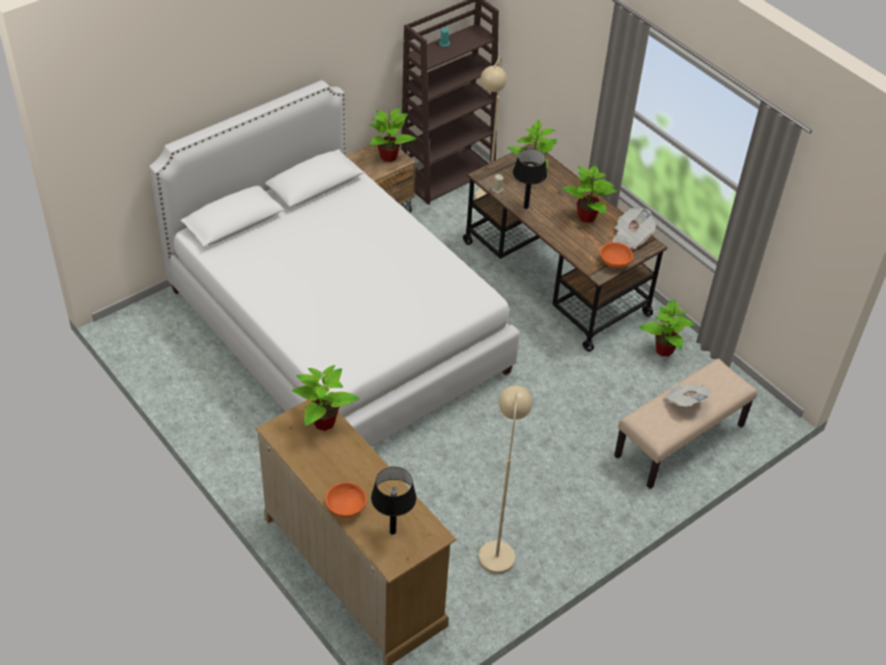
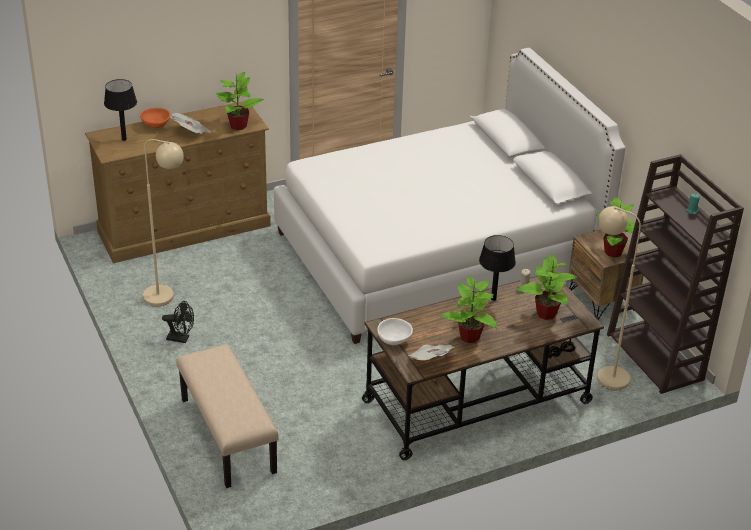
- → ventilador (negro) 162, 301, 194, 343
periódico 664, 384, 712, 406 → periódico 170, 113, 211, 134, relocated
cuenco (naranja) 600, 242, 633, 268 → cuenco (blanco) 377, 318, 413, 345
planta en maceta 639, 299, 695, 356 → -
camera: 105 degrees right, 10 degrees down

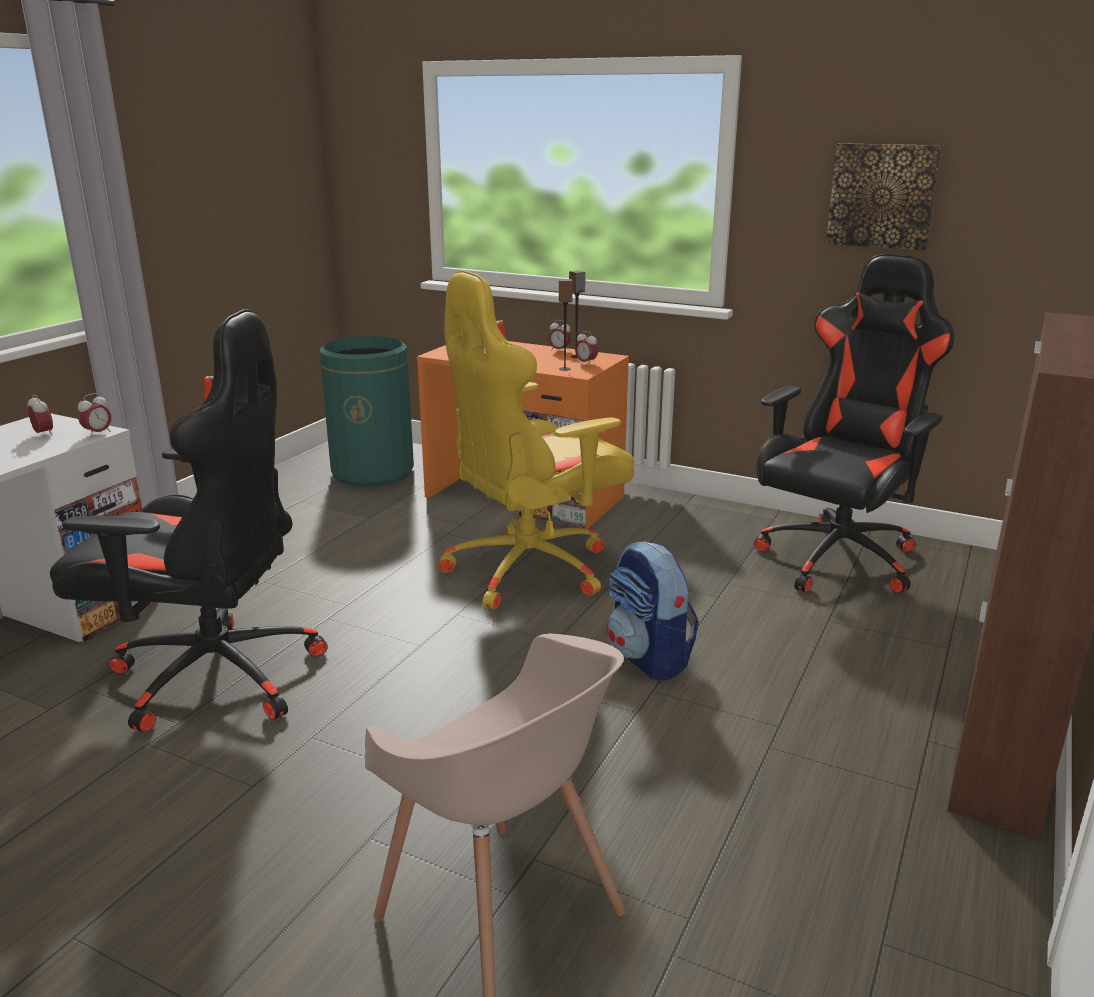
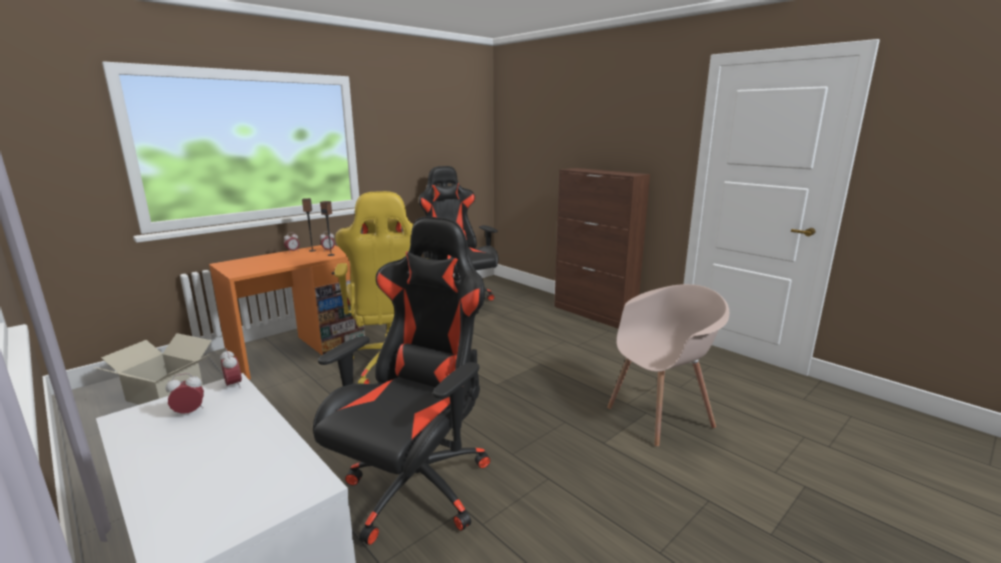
papelera (verde) 319, 336, 414, 487 → caja de cartón 94, 333, 212, 405
mochila 607, 541, 699, 681 → -
cuadro 826, 143, 942, 250 → -
camera: 70 degrees left, 5 degrees down

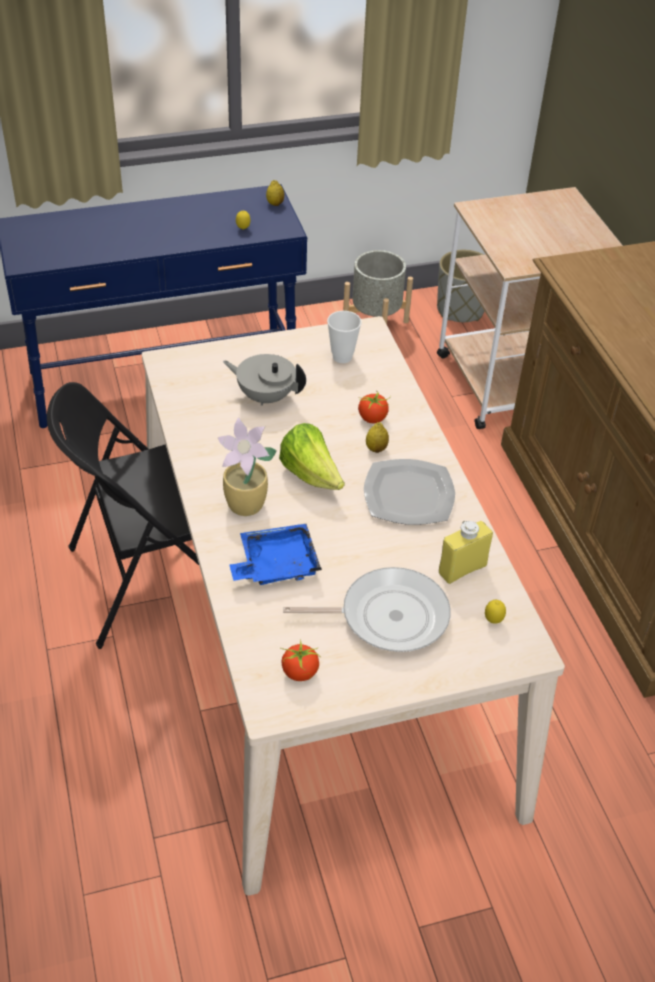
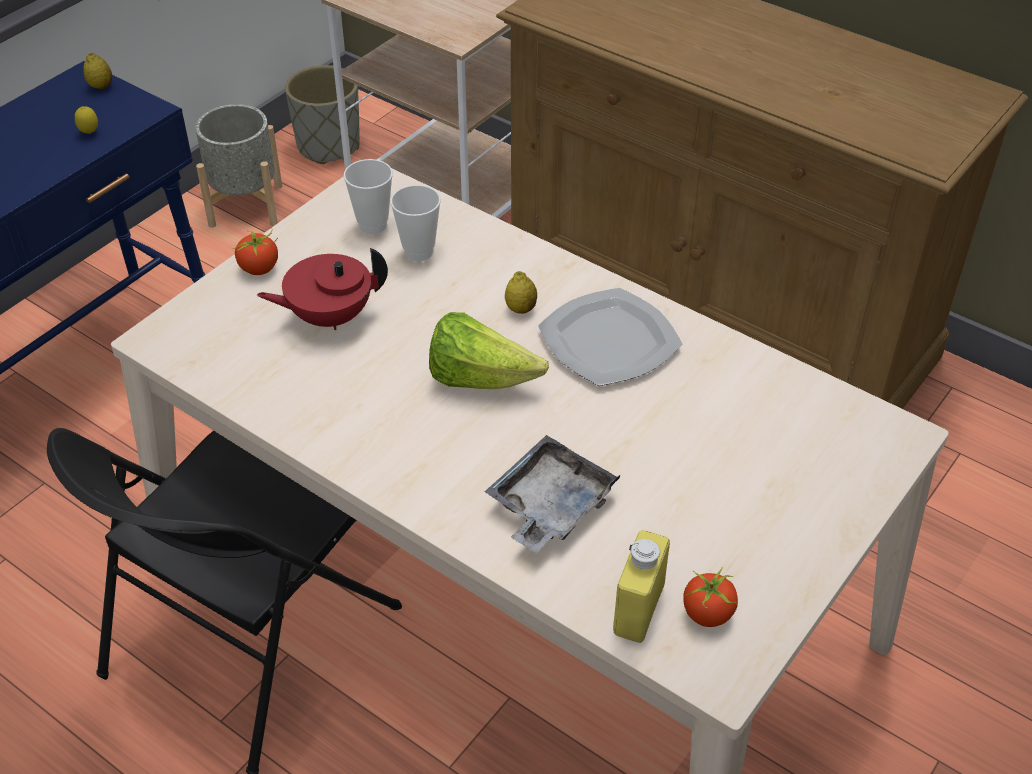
tomate 358, 390, 391, 424 → tomate 232, 228, 278, 275, relocated
tetera (gris) 223, 354, 306, 406 → tetera (rojo) 257, 248, 388, 330
- → taza 390, 185, 441, 261
bandeja (azul) 229, 524, 322, 585 → bandeja (gris) 485, 435, 621, 553
botella (amarillo) 439, 521, 493, 584 → botella (amarillo) 613, 530, 670, 643, relocated
planta en maceta 218, 417, 277, 516 → -
sartén 283, 567, 451, 652 → -
limón 485, 600, 506, 624 → -
camera: 35 degrees left, 0 degrees up

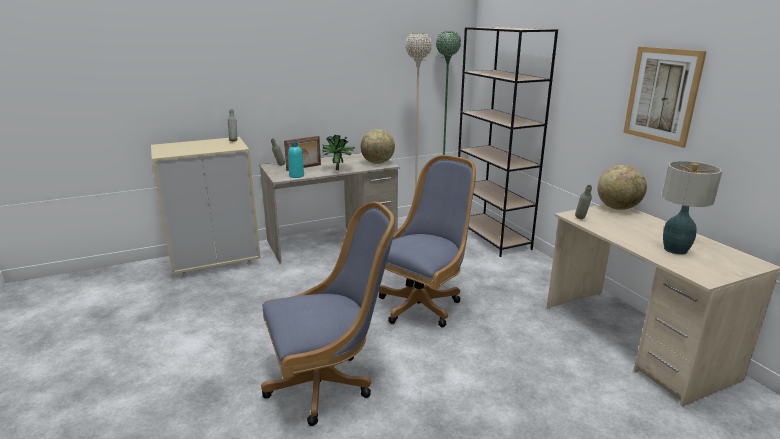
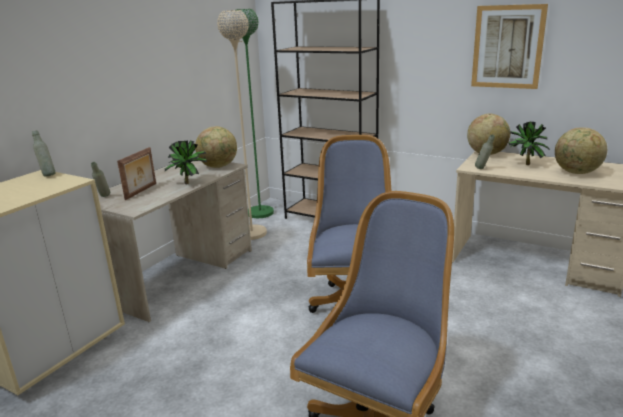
- → planta en maceta 509, 122, 550, 165
lámpara de mesa 662, 161, 722, 255 → globo terráqueo 555, 127, 607, 174
botella (turquesa) 288, 141, 304, 178 → -
camera: 35 degrees left, 0 degrees up

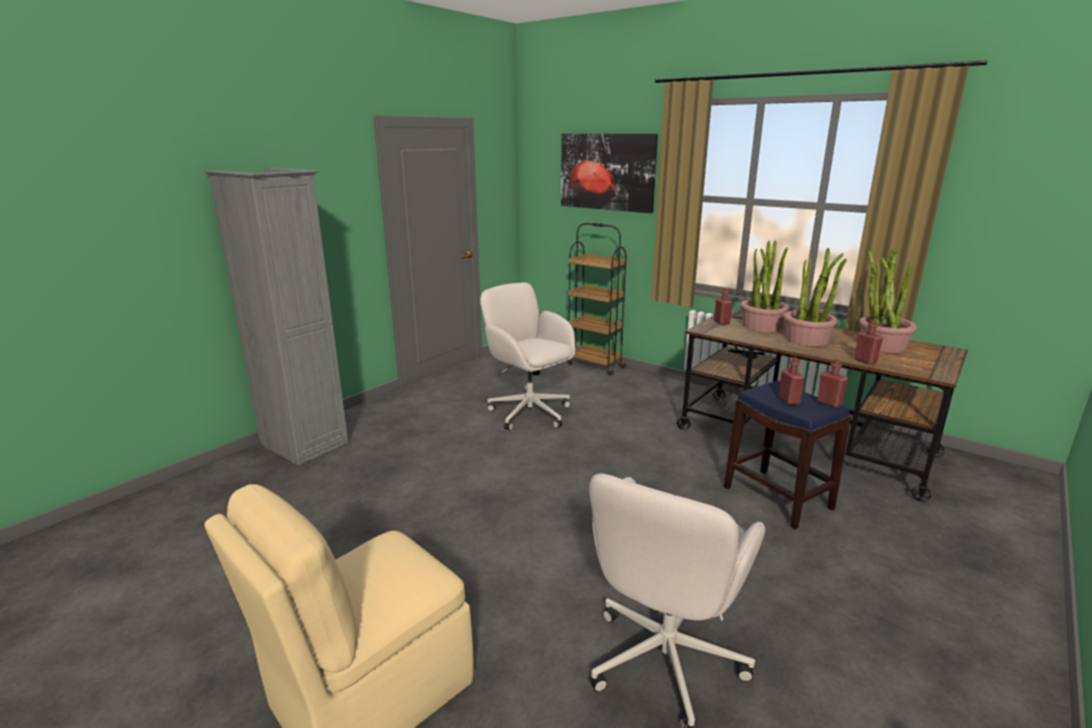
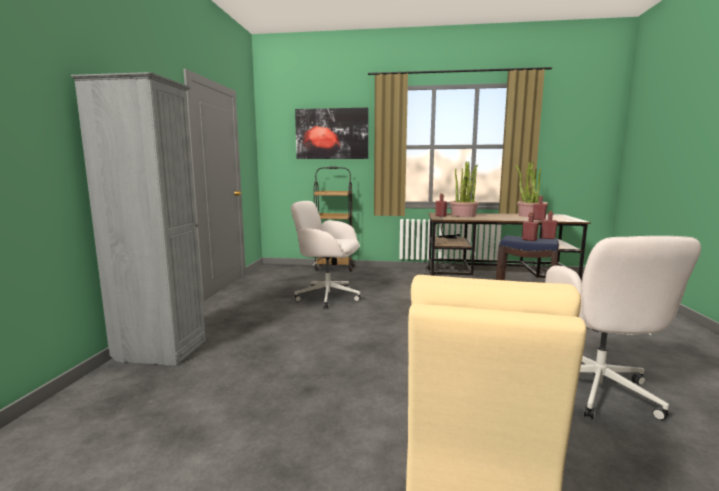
planta en maceta 784, 248, 847, 346 → -
camera: 30 degrees left, 10 degrees down

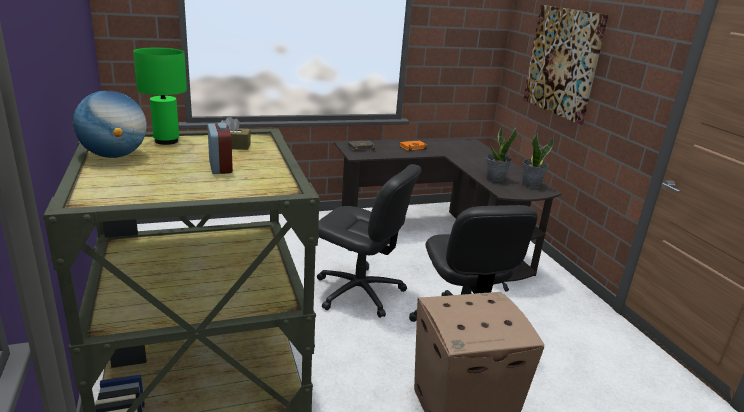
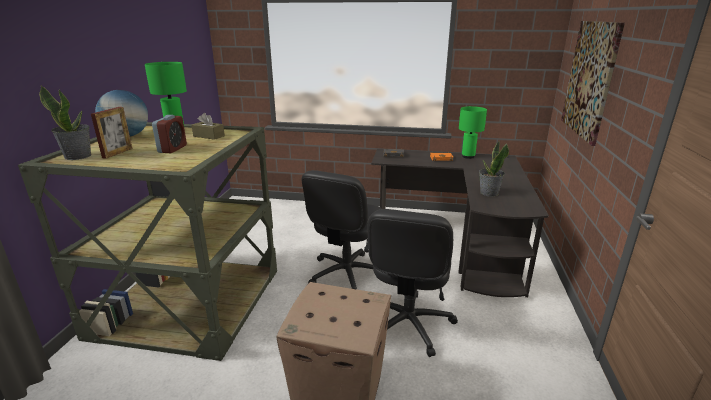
planta en maceta 522, 133, 555, 188 → planta en maceta 39, 86, 91, 160, relocated
- → portarretratos 91, 107, 133, 159
silla de oficina (negro) 317, 164, 422, 318 → silla de oficina (negro) 302, 170, 381, 289, 60 degrees clockwise
- → lámpara de mesa (verde) 459, 106, 487, 159
camera: 30 degrees right, 0 degrees up

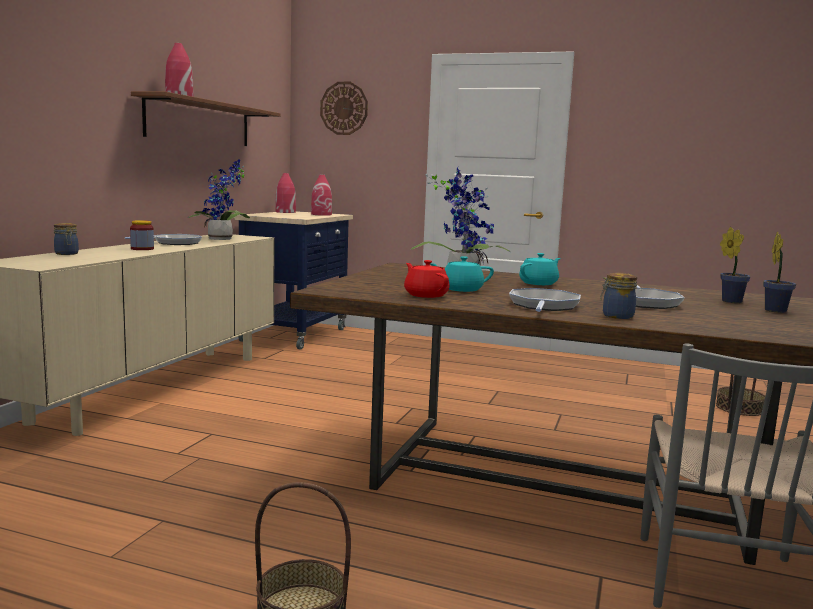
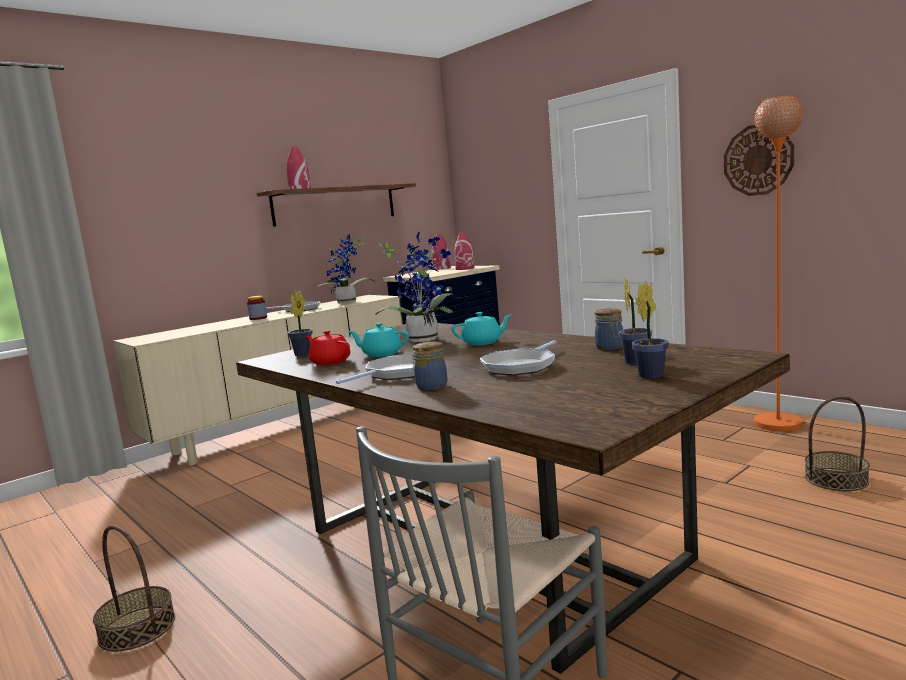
- → planta en maceta 288, 291, 312, 356
tetera (rojo) 404, 260, 450, 298 → tetera (rojo) 306, 330, 350, 365, 45 degrees counterclockwise
tarro 54, 223, 79, 255 → tarro 595, 308, 623, 350, relocated
reloj de pared 320, 82, 368, 135 → reloj de pared 724, 125, 794, 196, relocated
- → lámpara de pie (naranja) 754, 95, 803, 431
camera: 30 degrees right, 0 degrees up

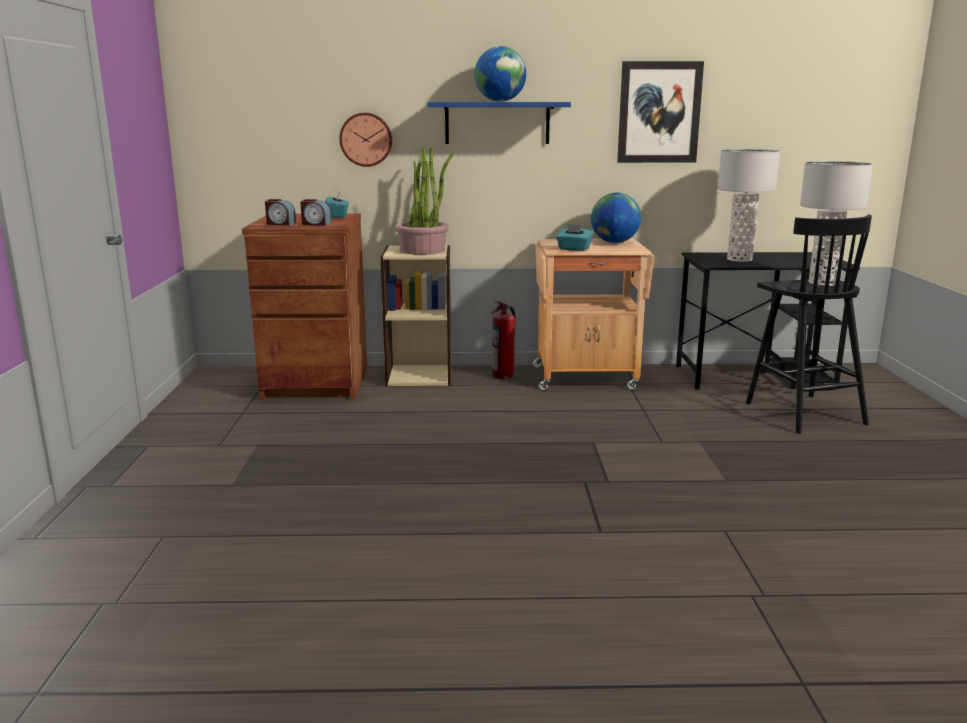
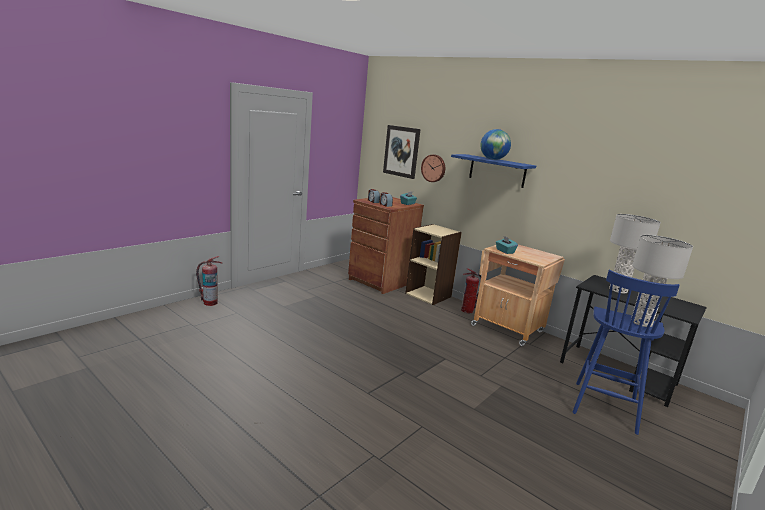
- → extintor 196, 256, 222, 306
cuadro 617, 61, 704, 163 → cuadro 383, 125, 421, 179, relocated
taburete (negro) 746, 214, 872, 434 → taburete (azul) 572, 269, 679, 435
planta en maceta 395, 147, 454, 254 → -
globo terráqueo 591, 193, 641, 243 → -
camera: 40 degrees right, 0 degrees up

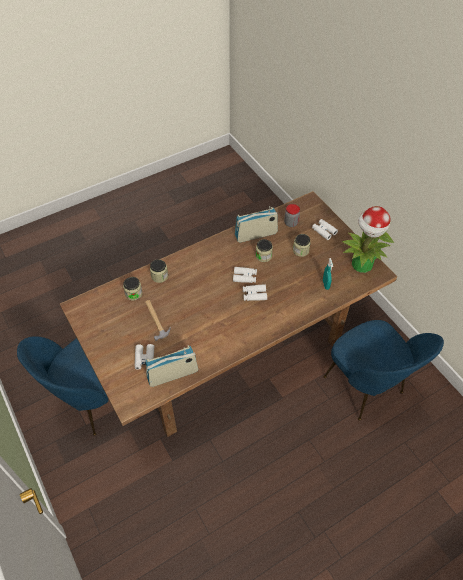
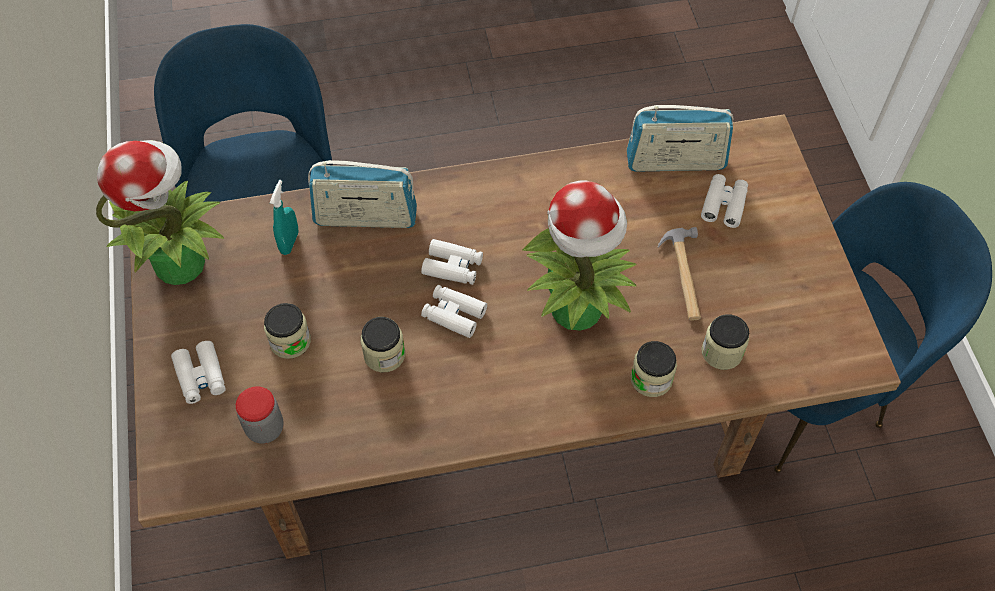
radio 235, 206, 278, 243 → radio 308, 160, 417, 228, relocated
- → planta en maceta 523, 180, 637, 331
camera: 160 degrees left, 5 degrees up

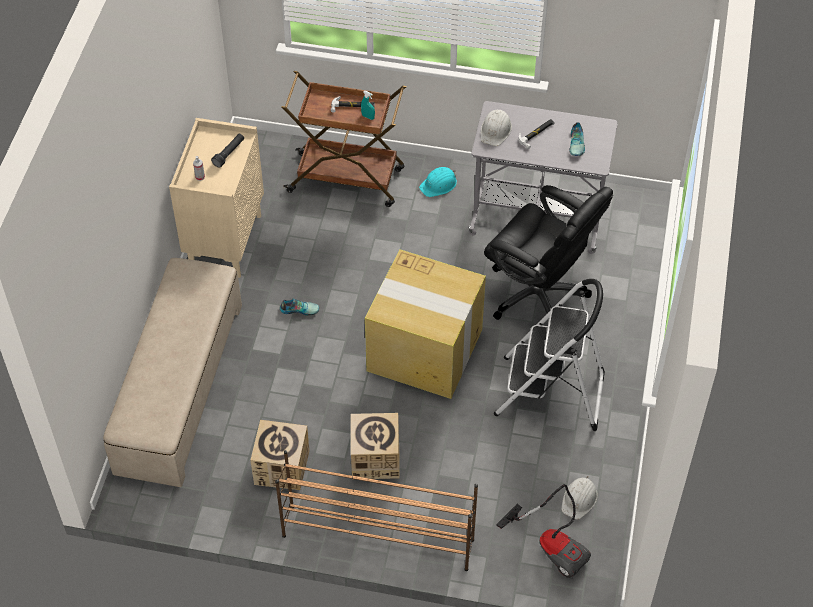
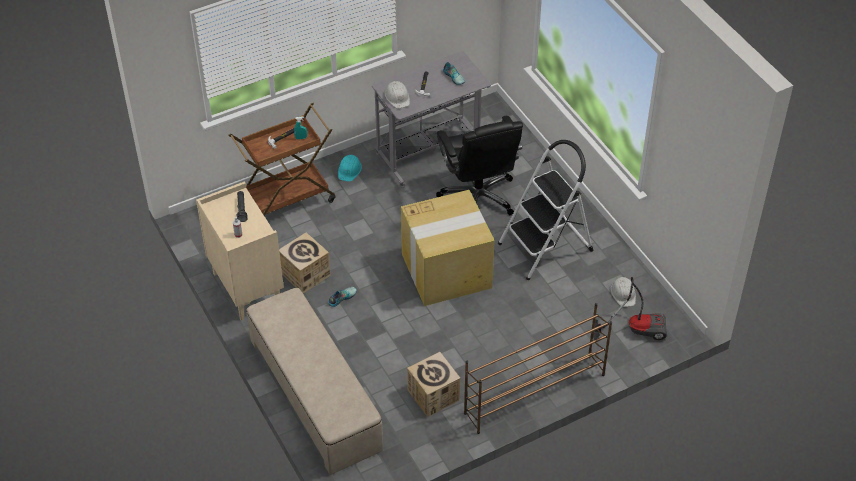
caja de cartón 351, 413, 400, 479 → caja de cartón 279, 233, 331, 294, relocated
silla de oficina (negro) 484, 185, 613, 320 → silla de oficina (negro) 436, 116, 523, 215, 75 degrees clockwise
camera: 40 degrees left, 5 degrees down

